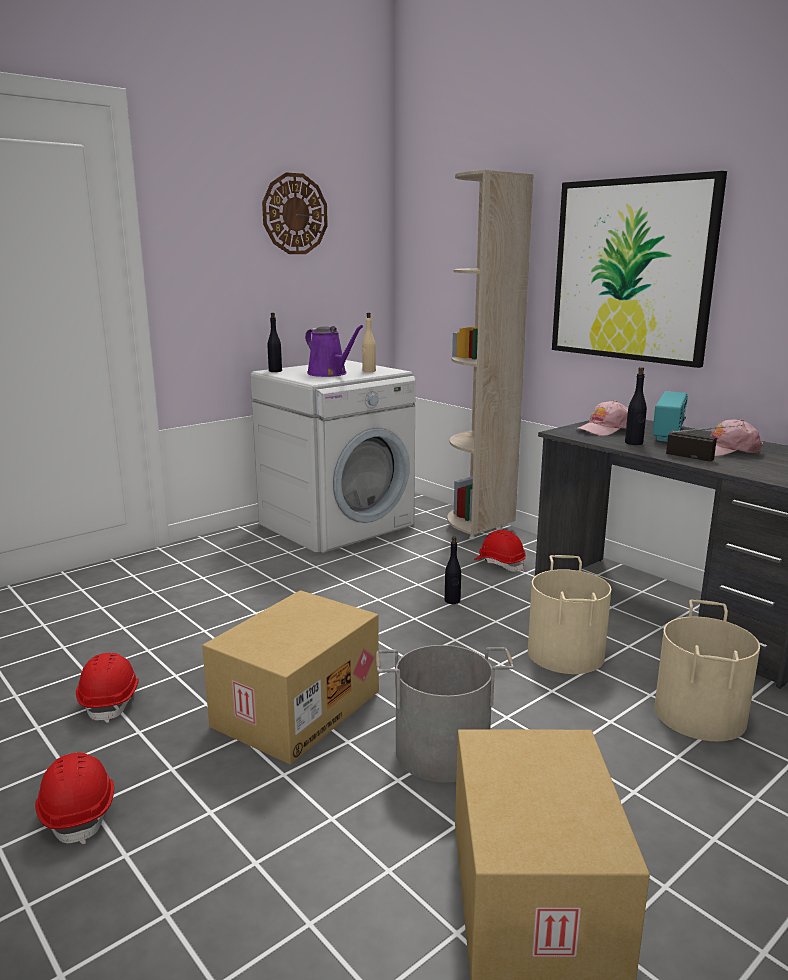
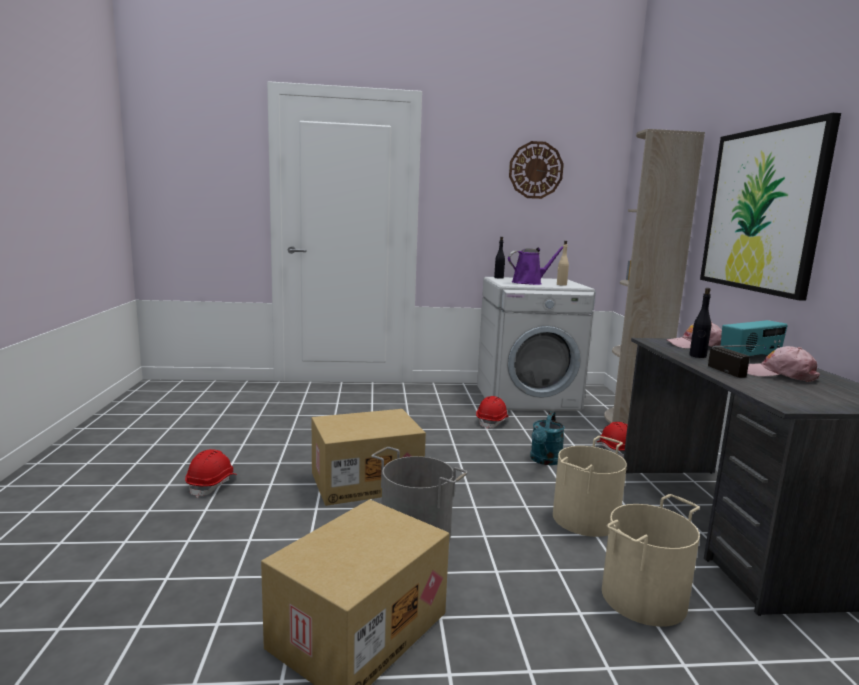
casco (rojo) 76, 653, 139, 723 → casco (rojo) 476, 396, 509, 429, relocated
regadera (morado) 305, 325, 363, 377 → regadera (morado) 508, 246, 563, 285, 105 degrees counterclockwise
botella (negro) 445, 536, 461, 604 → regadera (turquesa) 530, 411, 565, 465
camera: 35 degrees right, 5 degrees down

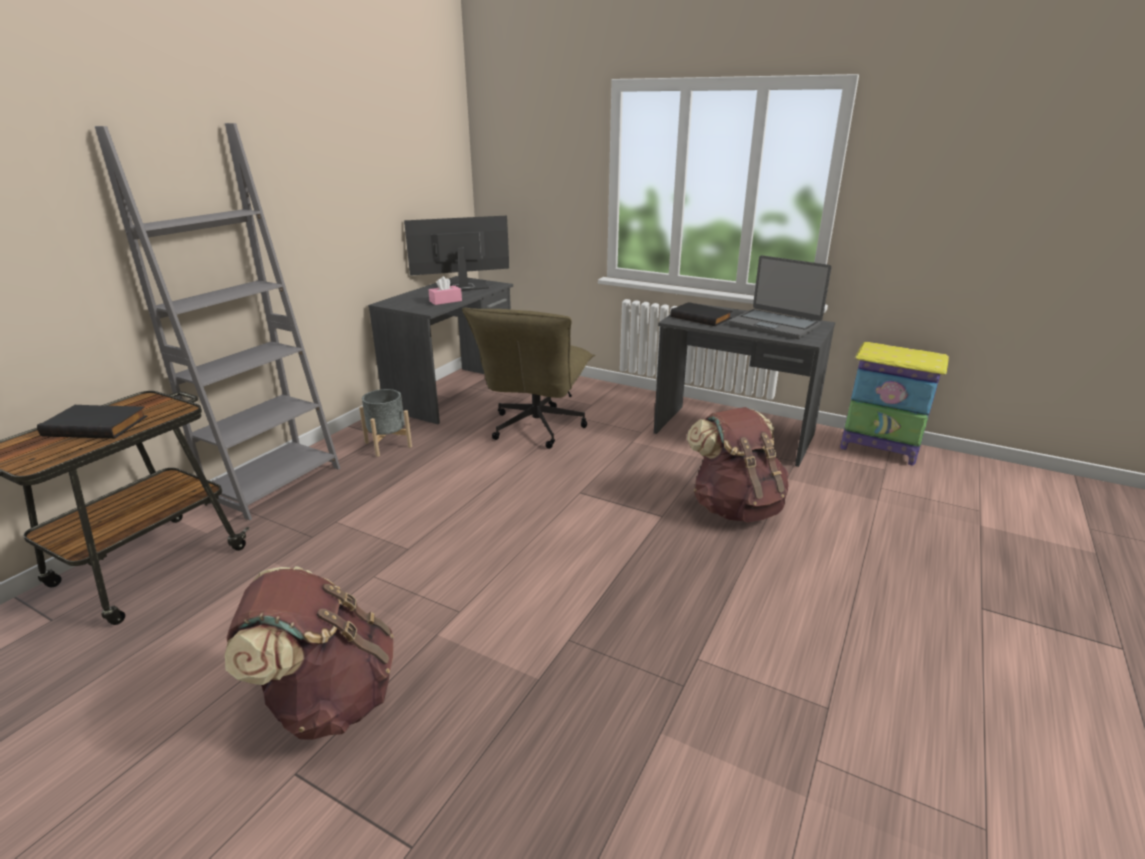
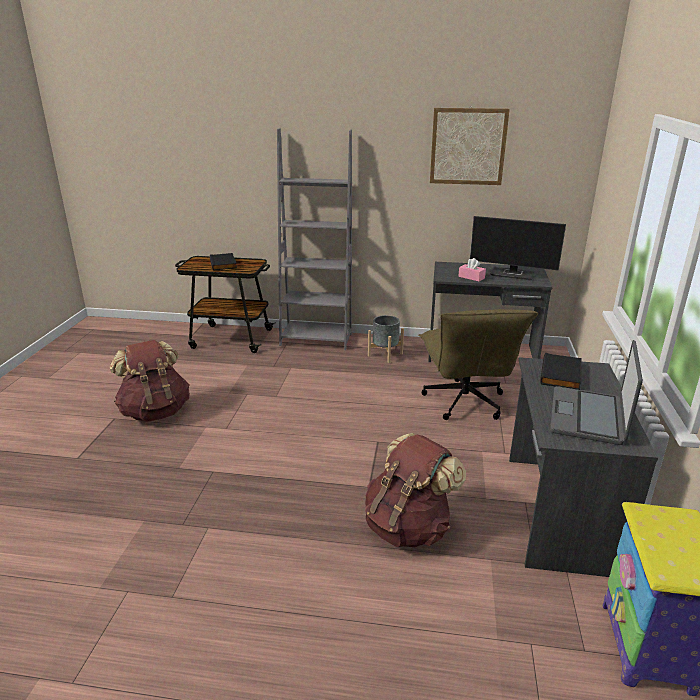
silla de oficina (beis) 462, 308, 595, 449 → silla de oficina (beis) 418, 309, 538, 420, 90 degrees counterclockwise
- → cuadro 430, 108, 510, 185
monitor 404, 216, 509, 291 → monitor 470, 216, 566, 280, 150 degrees clockwise
camera: 70 degrees right, 0 degrees up

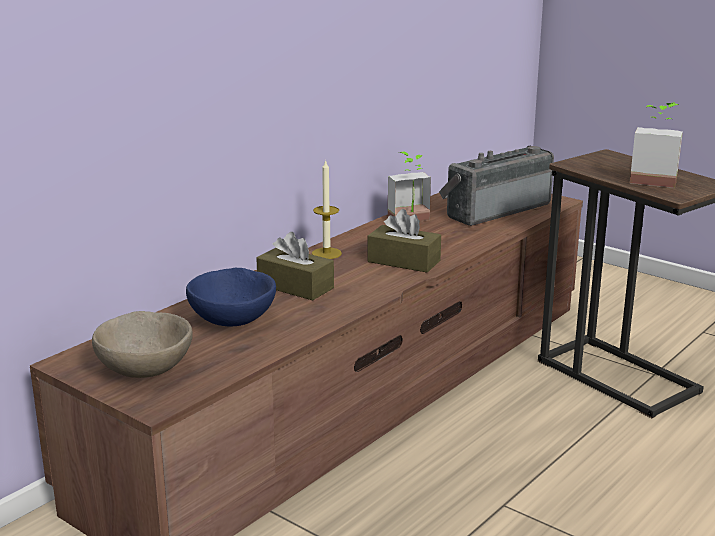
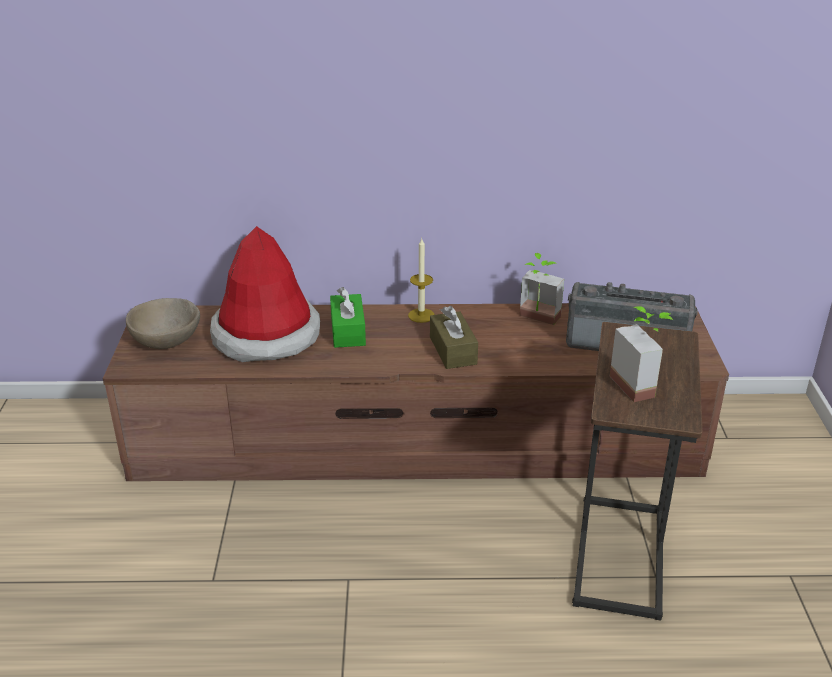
cuenco (azul) 186, 268, 276, 326 → sombrero 210, 226, 320, 362
caja de pañuelos (marrón) 256, 232, 334, 300 → caja de pañuelos (verde) 330, 287, 366, 348
camera: 50 degrees right, 10 degrees up

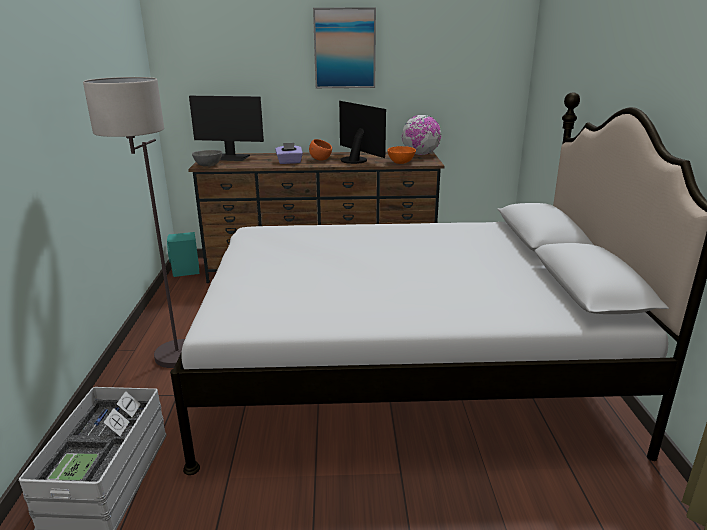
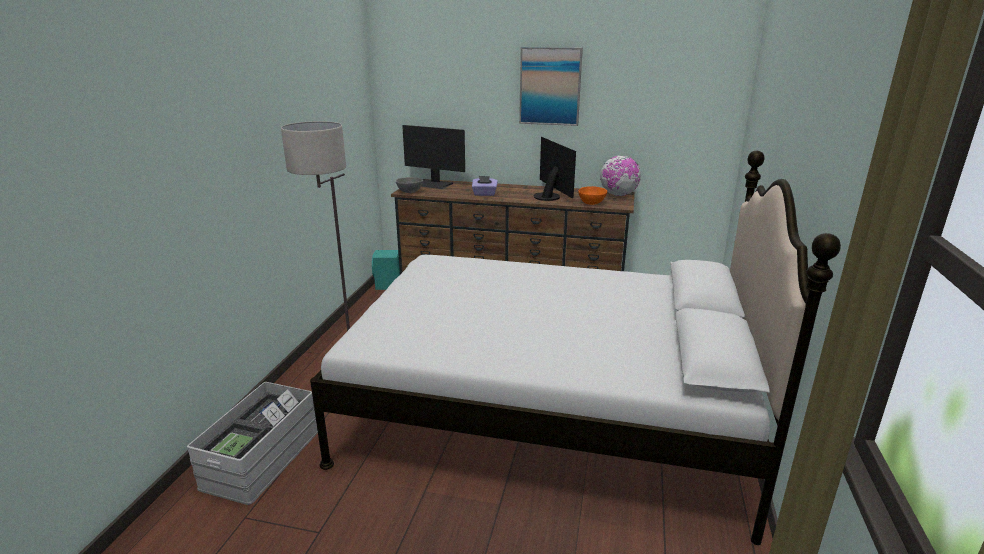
cuenco (naranja) 309, 139, 332, 161 → -
camera: 15 degrees right, 0 degrees up

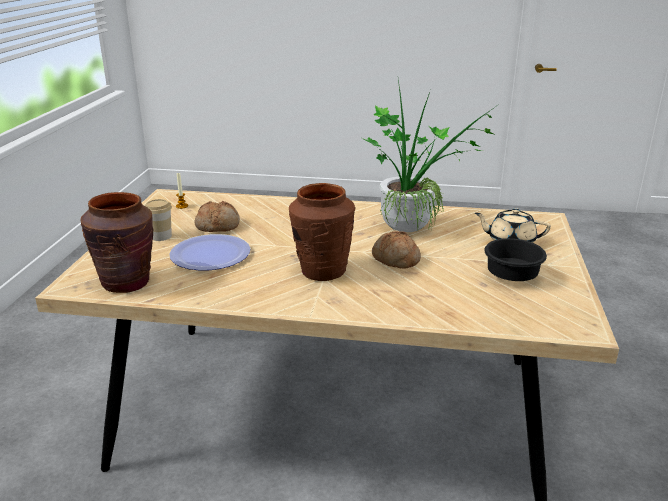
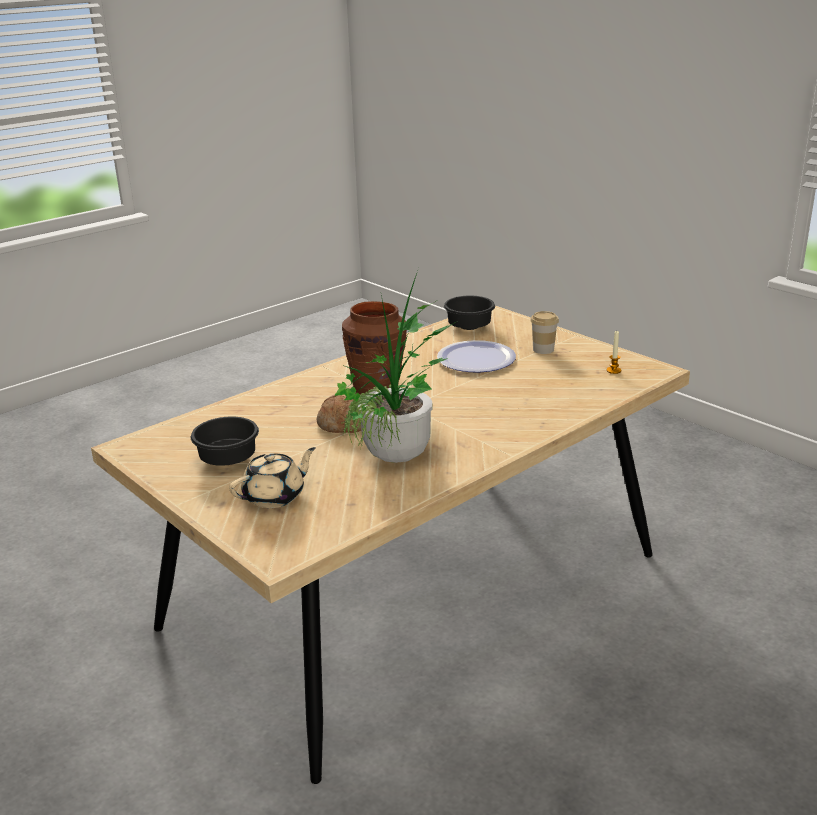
florero (marrón) 80, 192, 154, 293 → cuenco (negro) 444, 296, 495, 330
pan 195, 201, 240, 232 → -
camera: 130 degrees right, 0 degrees up

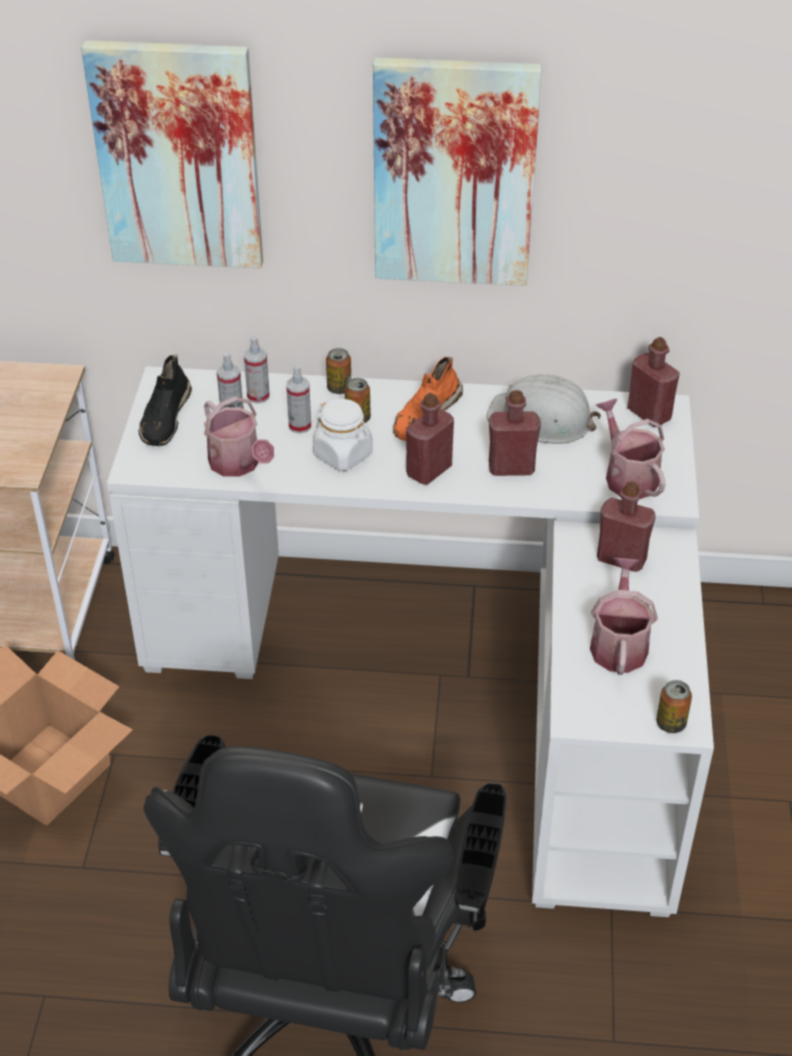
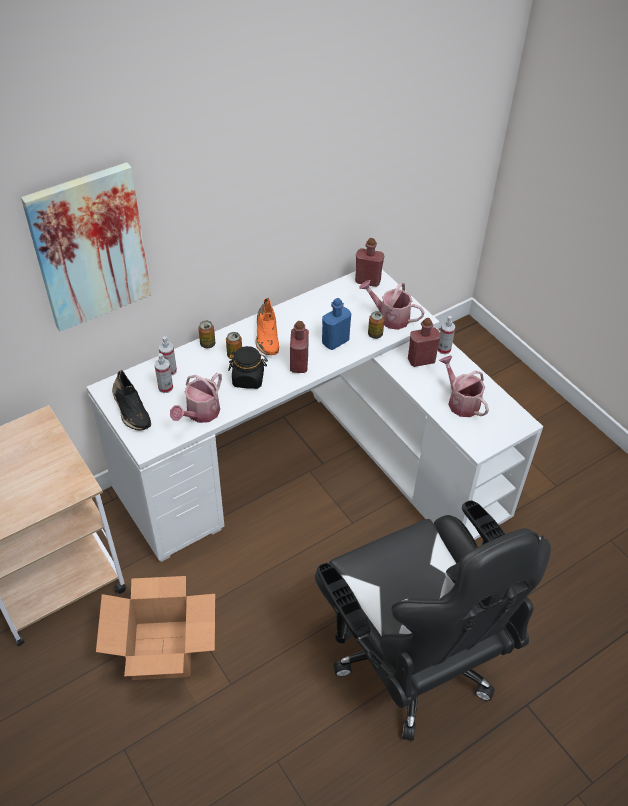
regadera 204, 396, 274, 477 → regadera 170, 373, 222, 423, 105 degrees clockwise
tarro (blanco) 313, 399, 373, 471 → tarro (negro) 228, 346, 268, 389
botella (rojo) 489, 390, 541, 476 → botella (azul) 322, 298, 351, 350
lata 656, 680, 692, 733 → lata 368, 311, 385, 339, relocated
pulverizador 286, 366, 311, 434 → pulverizador 438, 316, 455, 355, relocated
cuadro 373, 57, 542, 286 → -
casco (blanco) 486, 374, 601, 444 → -
camera: 40 degrees left, 5 degrees up

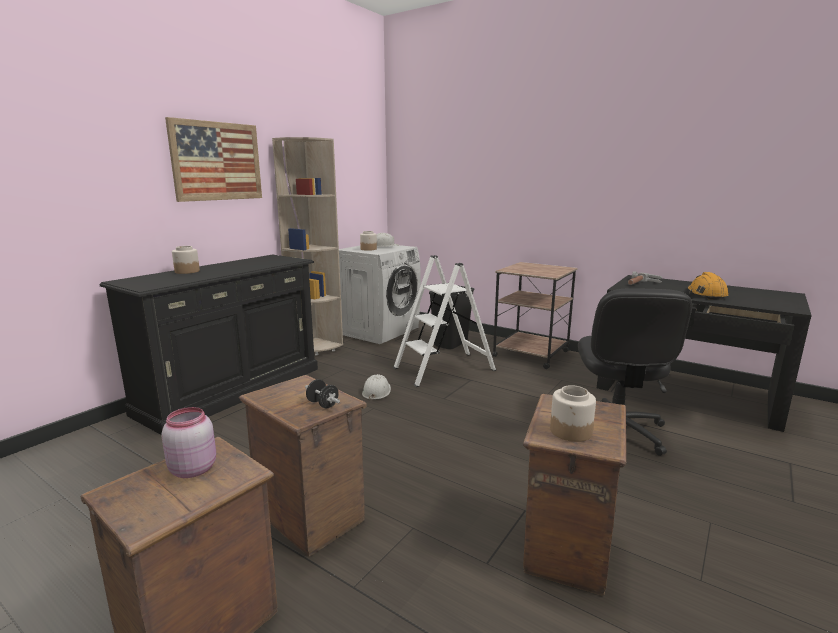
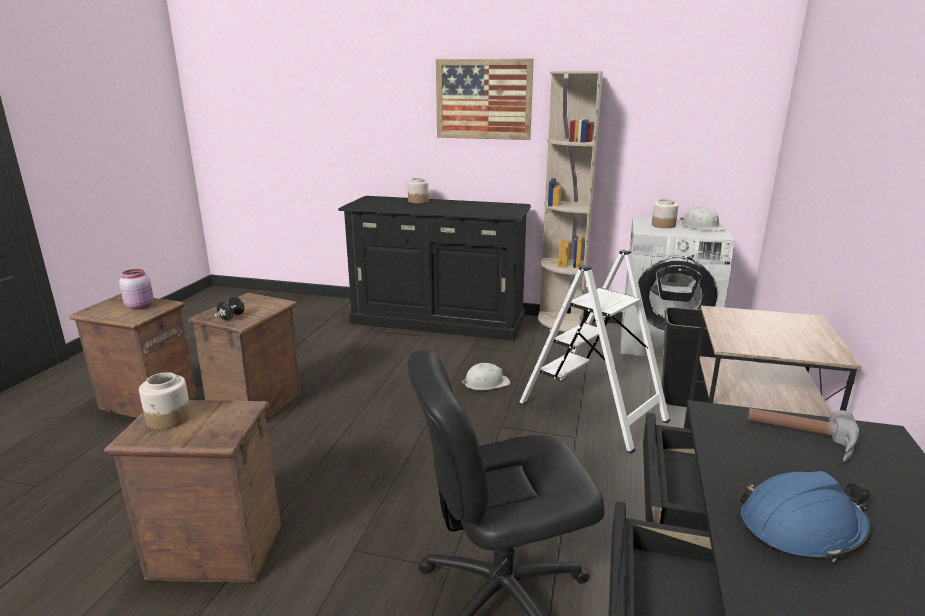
casco (naranja) 687, 272, 728, 300 → casco (azul) 739, 471, 872, 562
camera: 70 degrees right, 5 degrees up

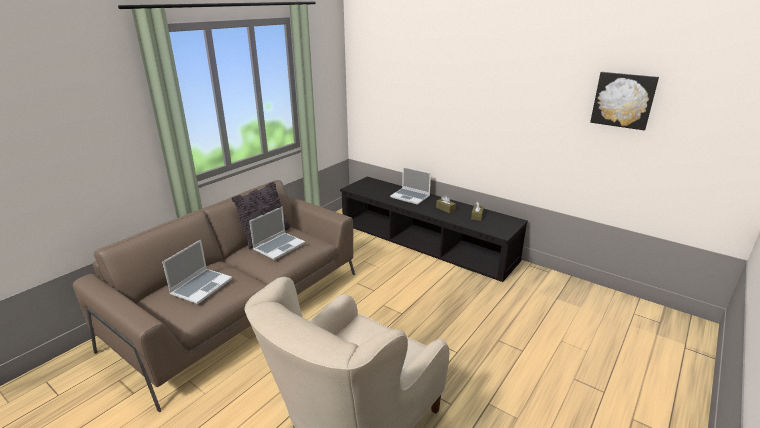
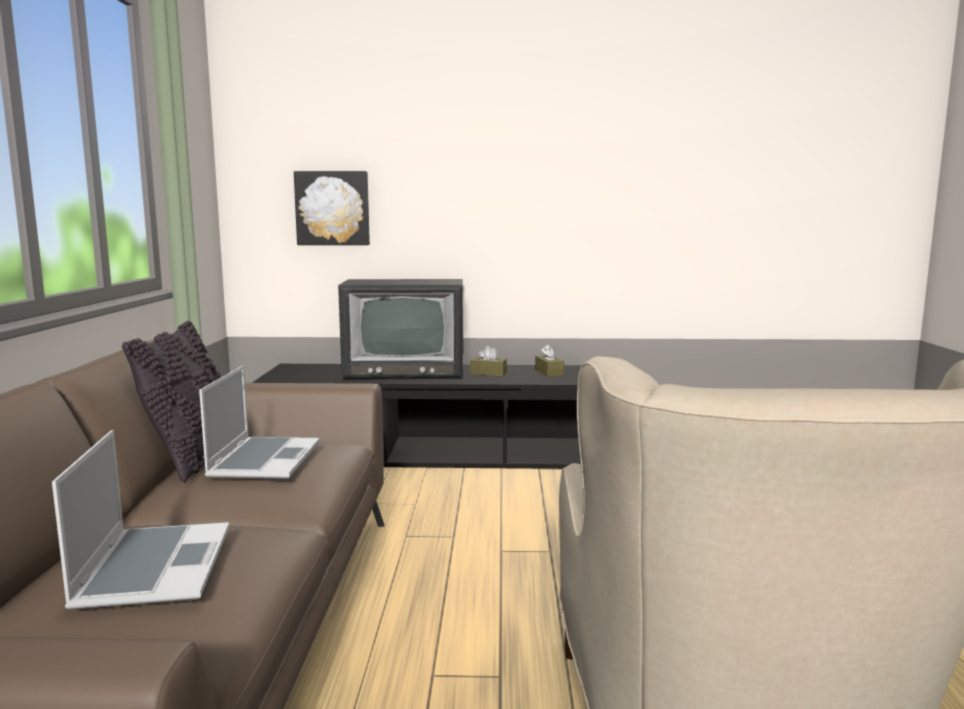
cuadro 590, 72, 659, 130 → cuadro 294, 171, 370, 245, relocated
portátil 390, 167, 431, 205 → televisor 338, 279, 463, 380
camera: 35 degrees left, 15 degrees down

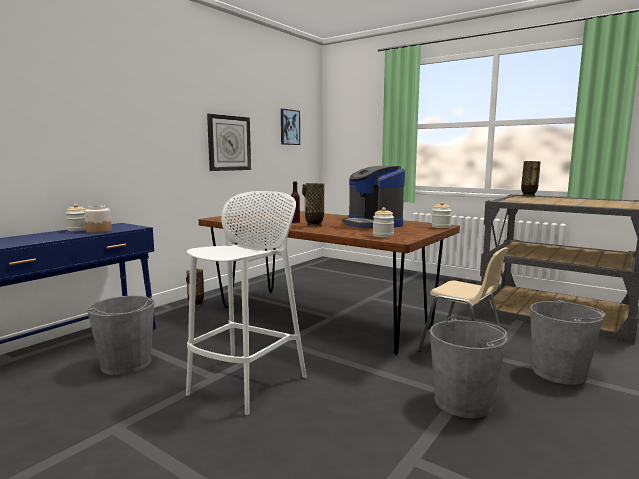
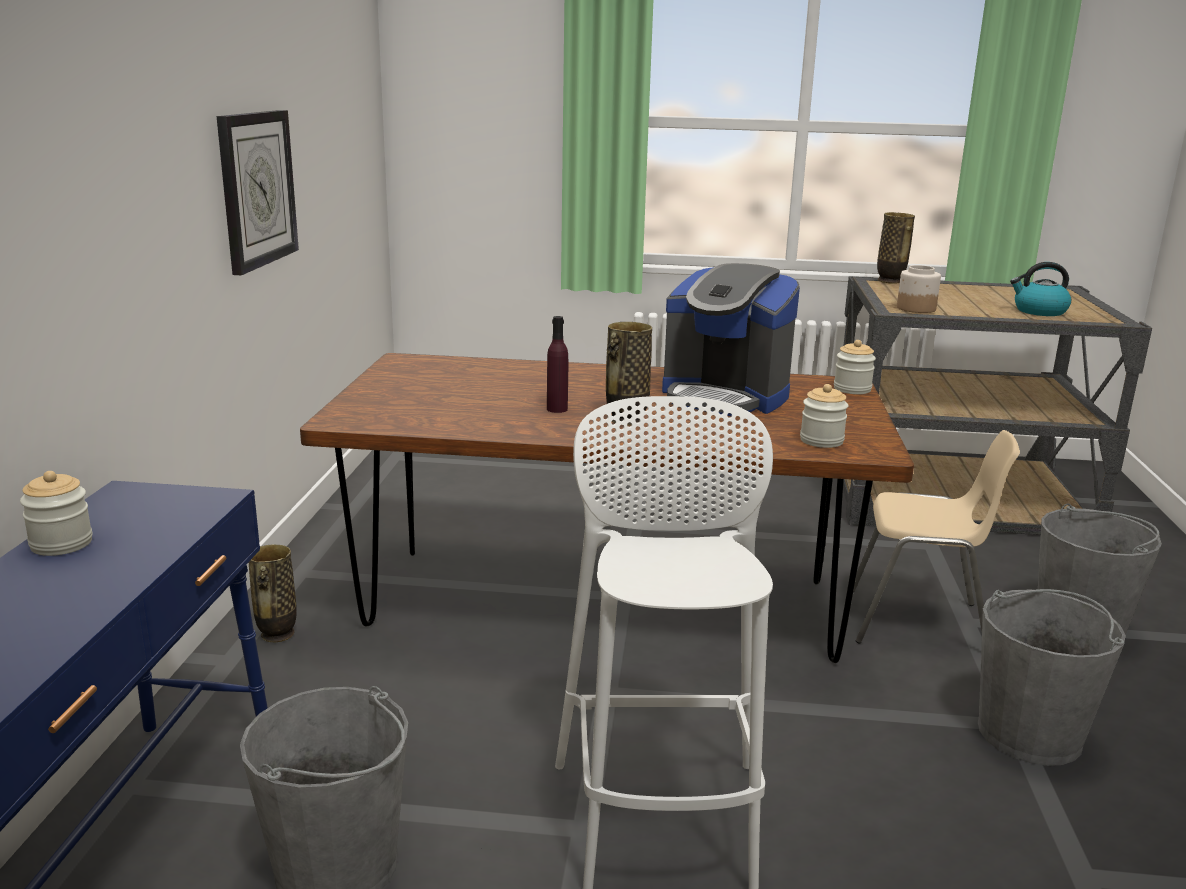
tarro 84, 205, 112, 233 → tarro 897, 265, 941, 313, relocated
- → hervidor 1010, 262, 1071, 316
cuadro 281, 109, 300, 145 → -
camera: 30 degrees left, 10 degrees up

